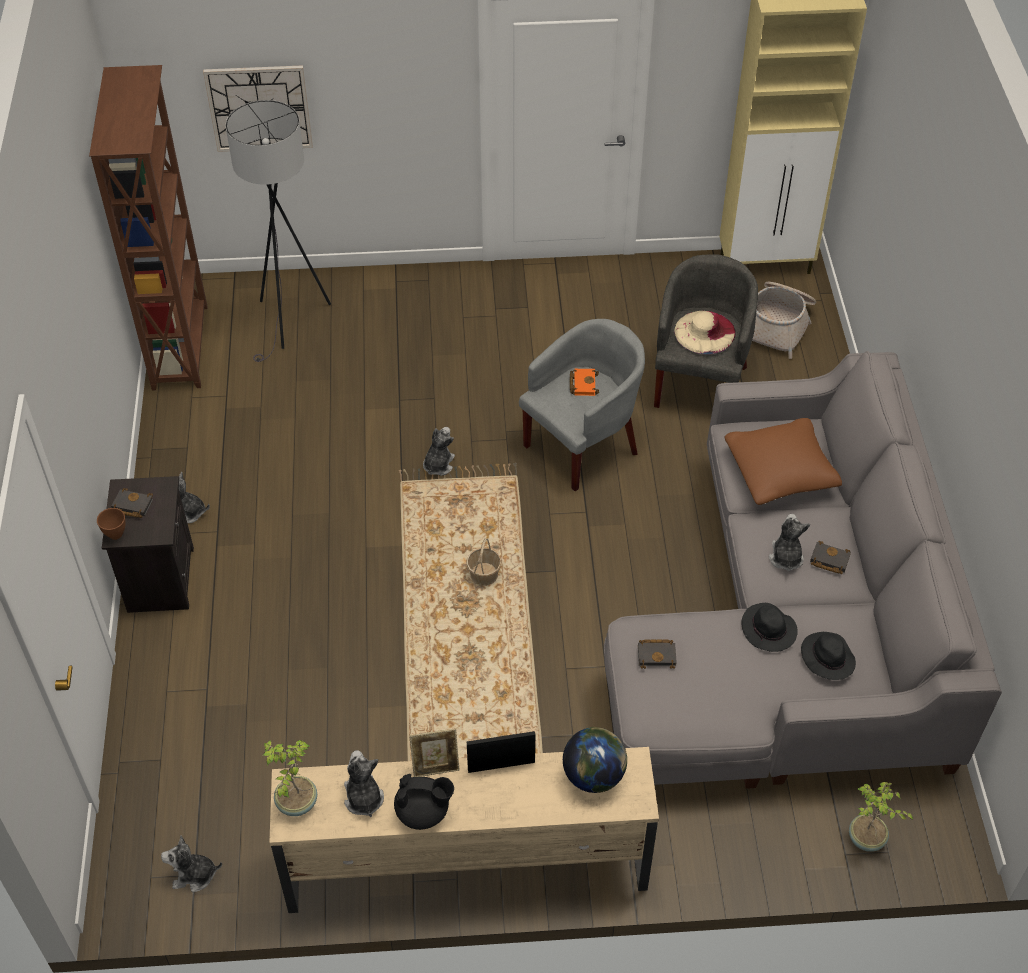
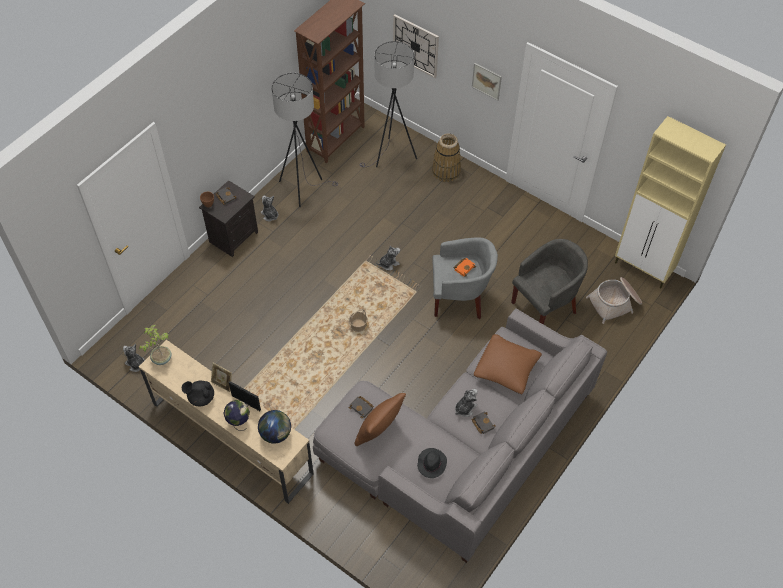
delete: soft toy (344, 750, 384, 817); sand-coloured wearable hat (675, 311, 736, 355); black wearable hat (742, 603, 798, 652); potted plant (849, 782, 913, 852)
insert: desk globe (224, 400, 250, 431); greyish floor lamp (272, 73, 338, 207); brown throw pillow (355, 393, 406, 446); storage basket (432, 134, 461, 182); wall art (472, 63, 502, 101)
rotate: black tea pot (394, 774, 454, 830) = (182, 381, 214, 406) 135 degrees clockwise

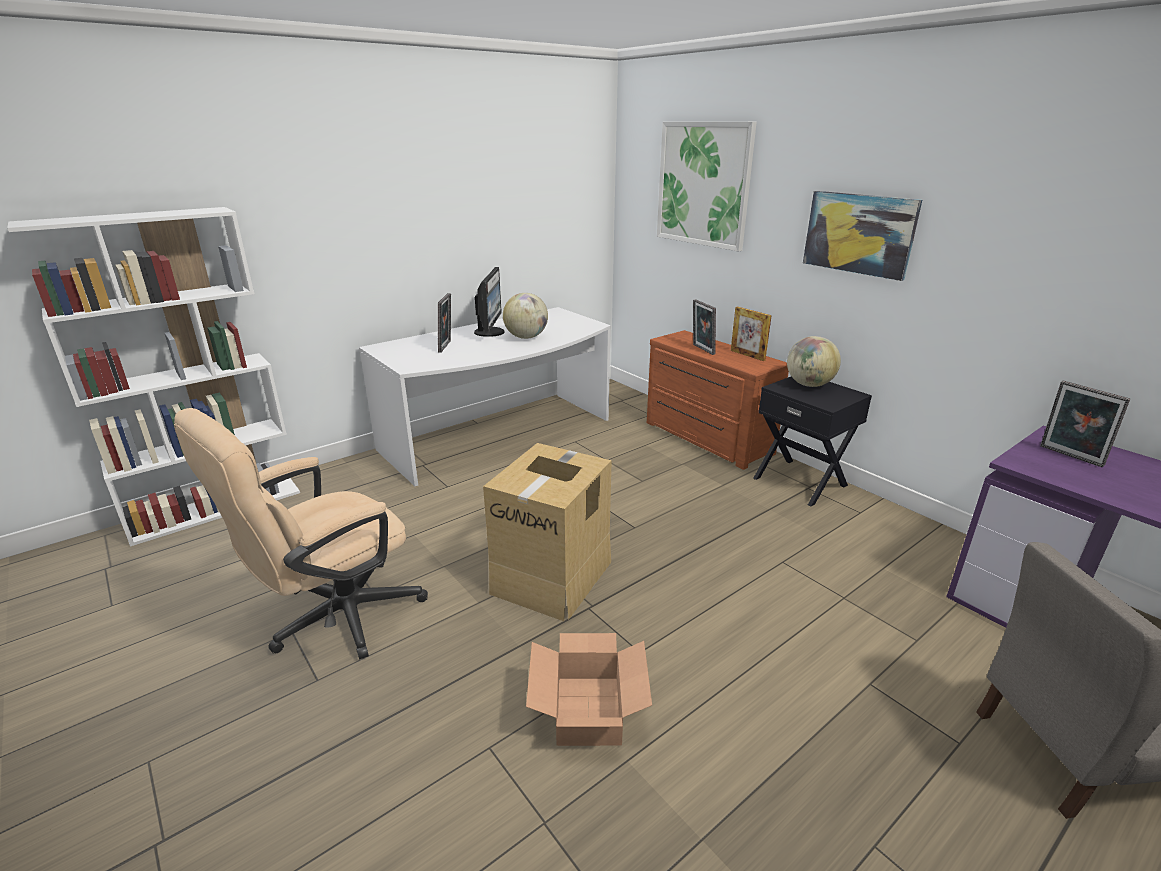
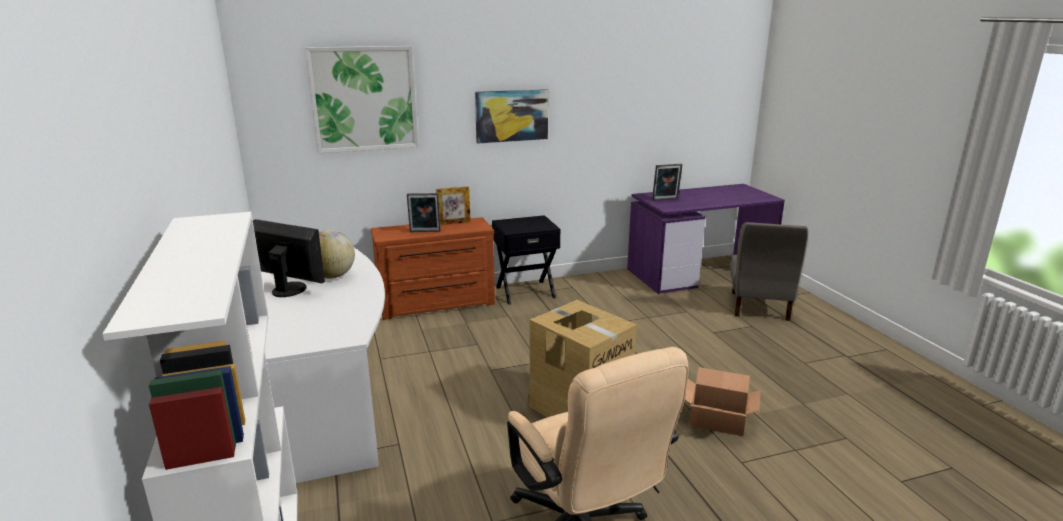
delete: picture frame (438, 293, 451, 353); desk globe (787, 336, 841, 387)

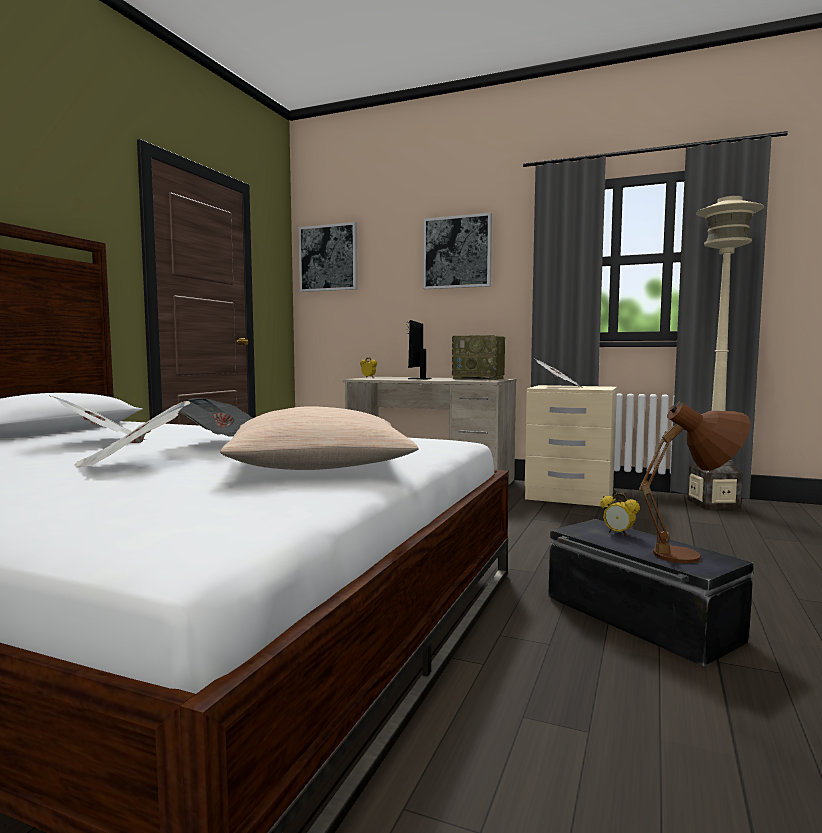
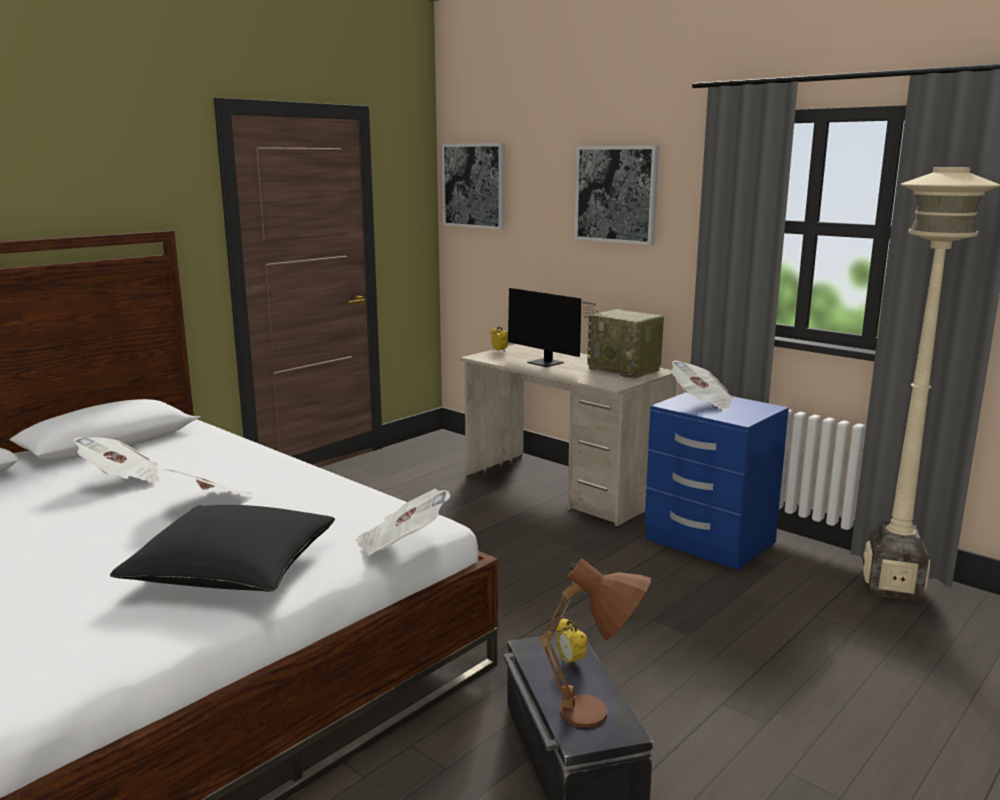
move: printed paper (74, 401, 190, 468) to (356, 489, 450, 556)
recolor: sand-coloured throw pillow (220, 406, 419, 470) to black throw pillow (110, 505, 335, 592); sand-coloured nightstand (525, 385, 617, 507) to blue-coloured nightstand (644, 392, 789, 570)
rotate: computer display (405, 320, 431, 379) = (507, 288, 607, 367) 75 degrees counterclockwise

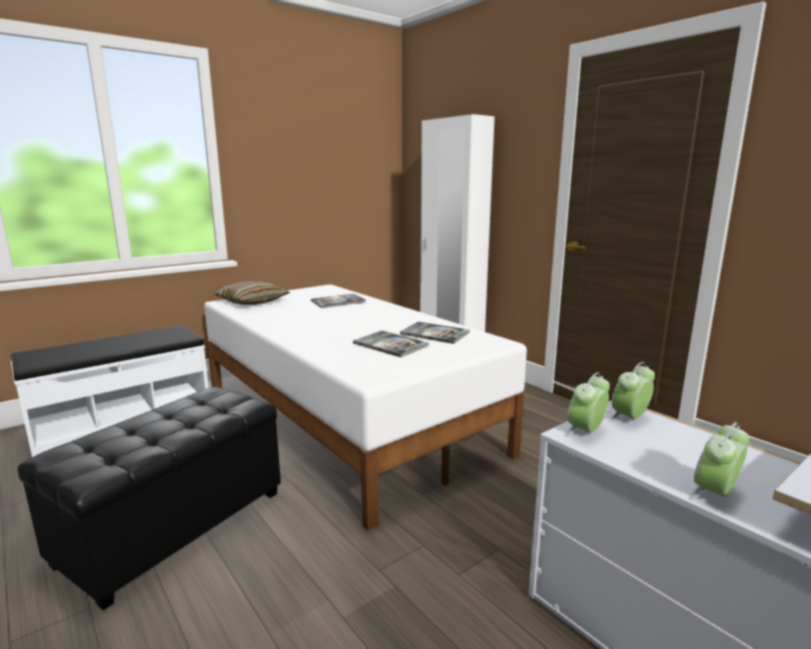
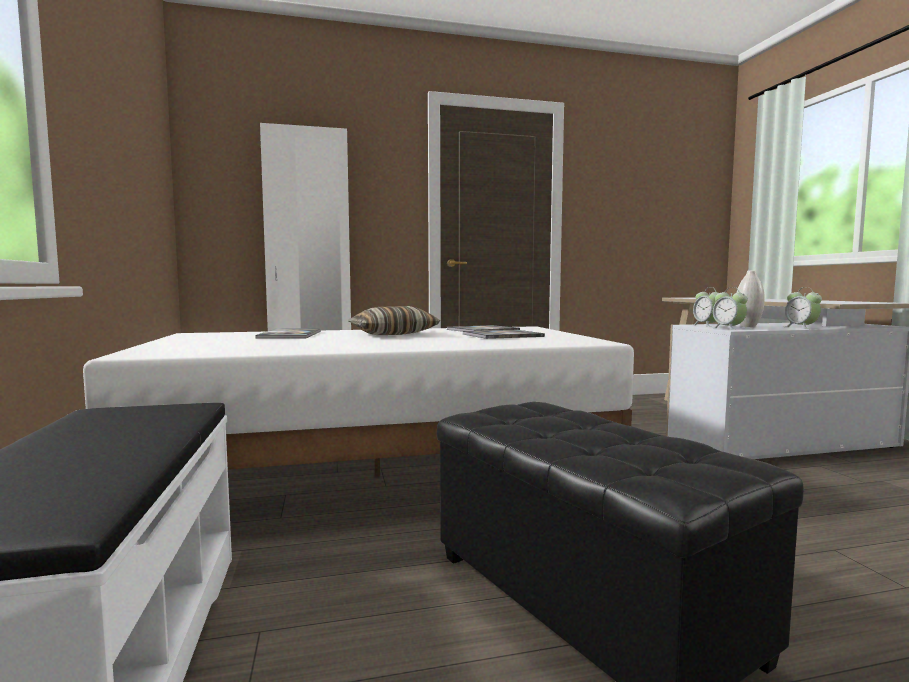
insert: white-coloured vase (737, 270, 764, 327)
move: throw pillow (214, 281, 290, 305) to (348, 306, 440, 335)

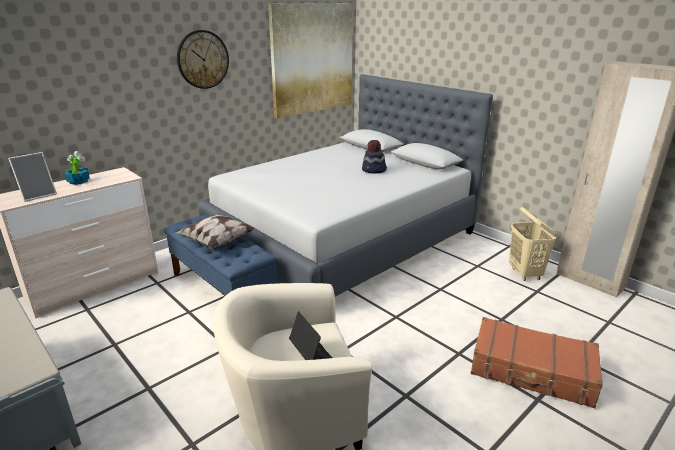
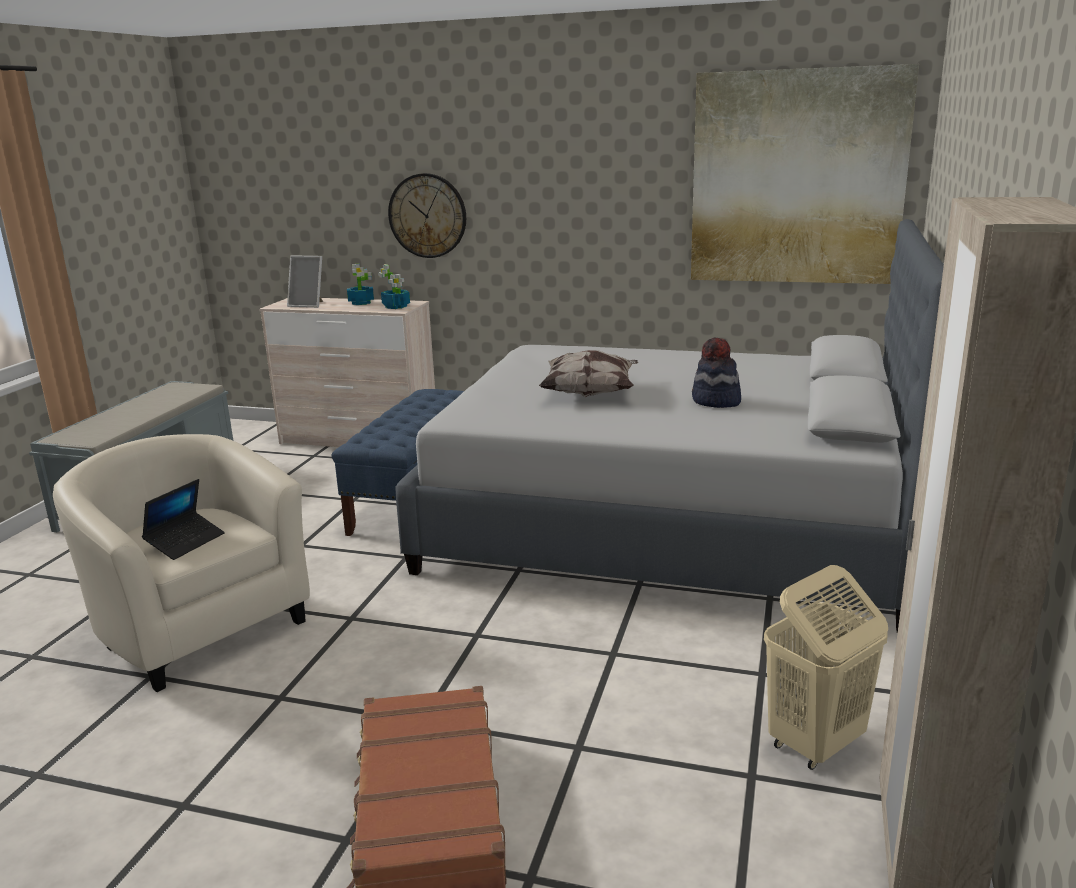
insert: potted plant (378, 264, 410, 309)
move: throw pillow (176, 214, 255, 249) to (539, 350, 638, 397); clock on the wall (177, 30, 229, 89) to (388, 173, 466, 258)

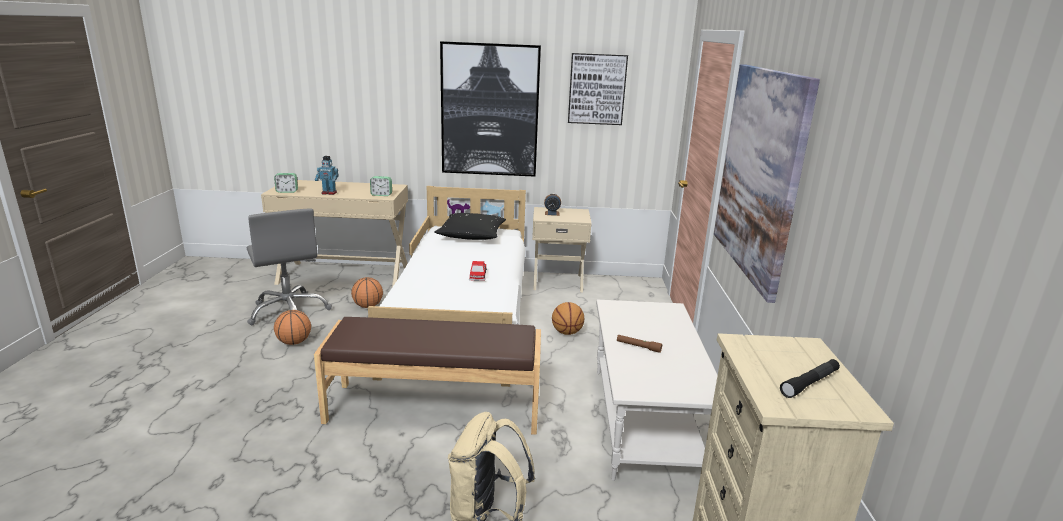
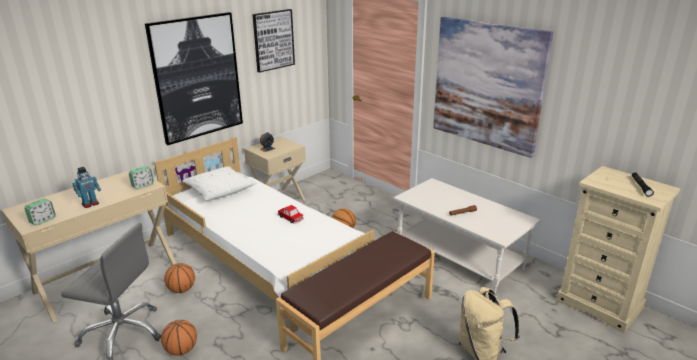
recolor: black throw pillow (434, 213, 506, 240) to white-coloured throw pillow (182, 166, 256, 200)

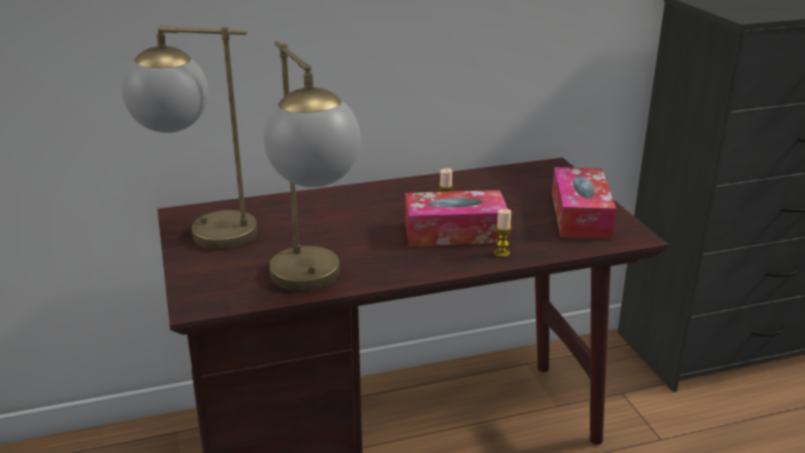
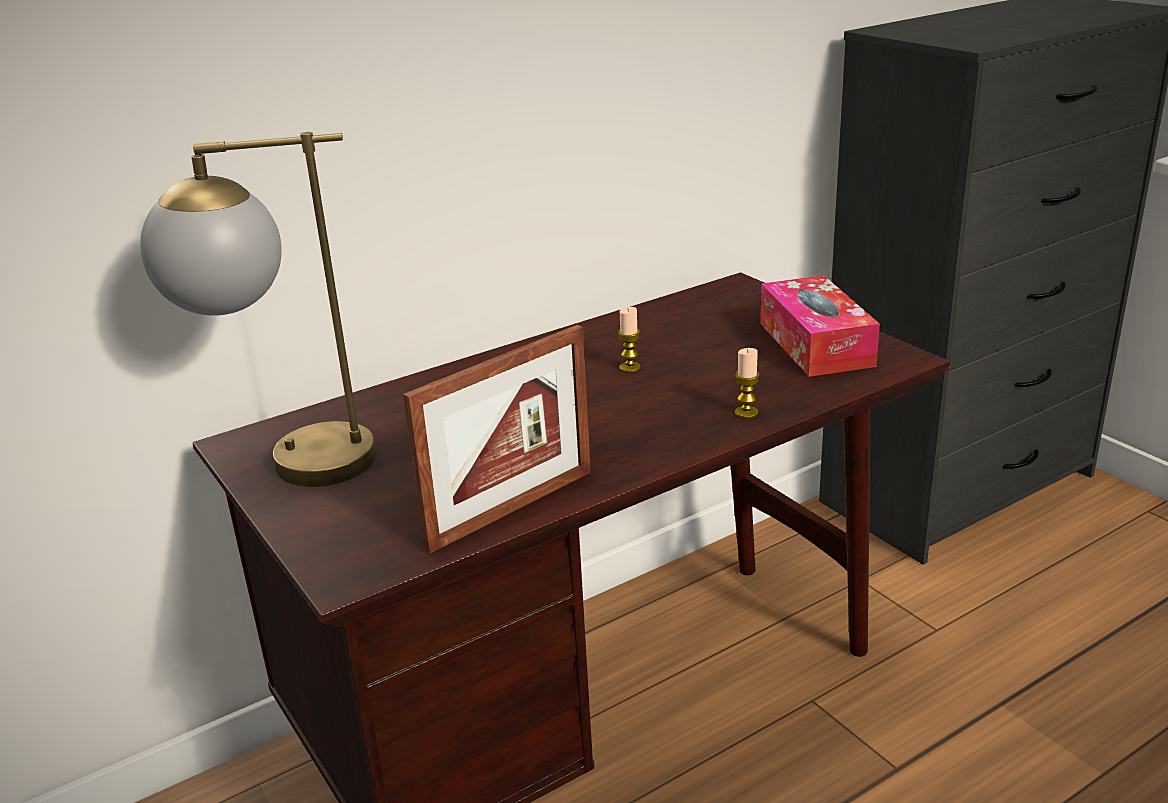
delete: box of tissues (405, 190, 508, 246)
replace: table lamp (264, 41, 361, 291) to picture frame (403, 325, 591, 553)

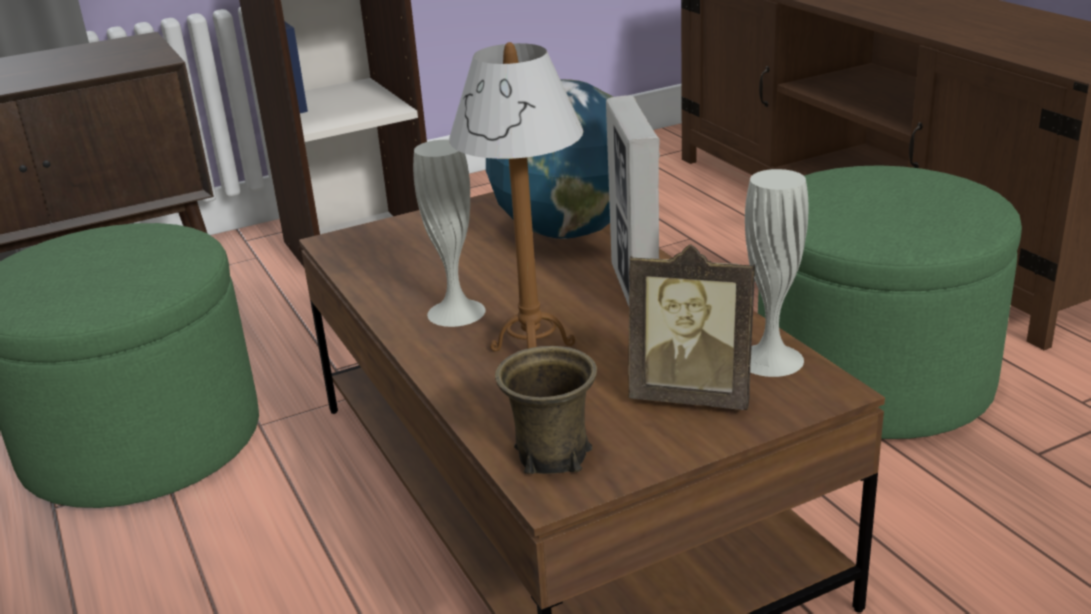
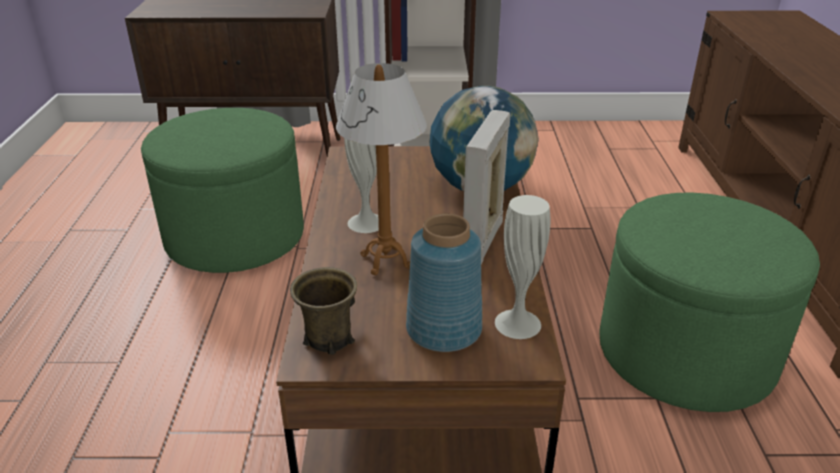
replace: picture frame (628, 244, 755, 410) to blue-coloured vase (406, 213, 482, 352)

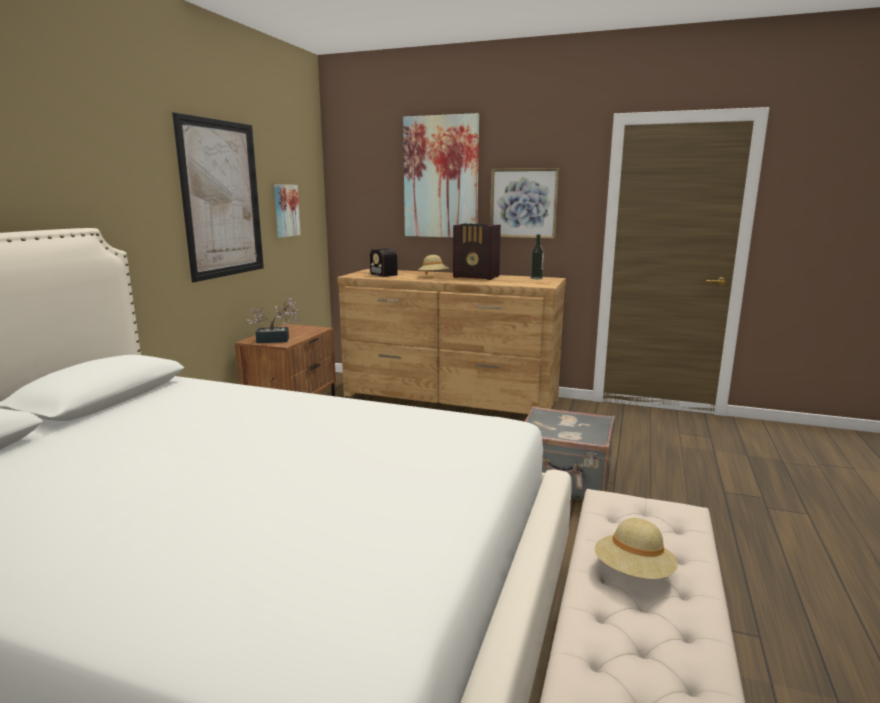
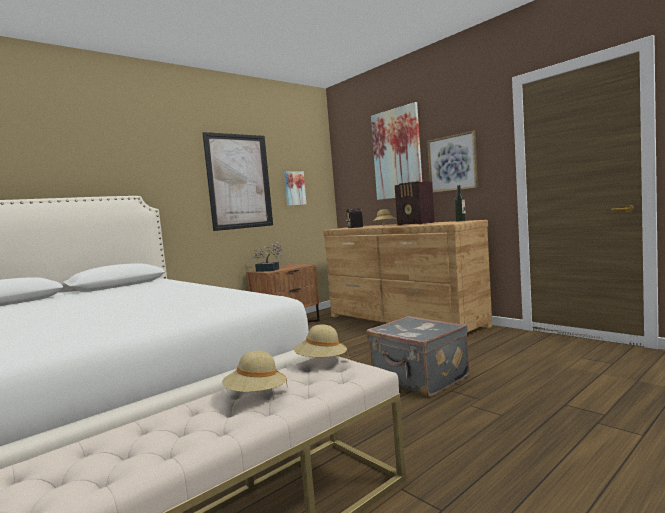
insert: sand-coloured wearable hat (294, 324, 348, 357)

